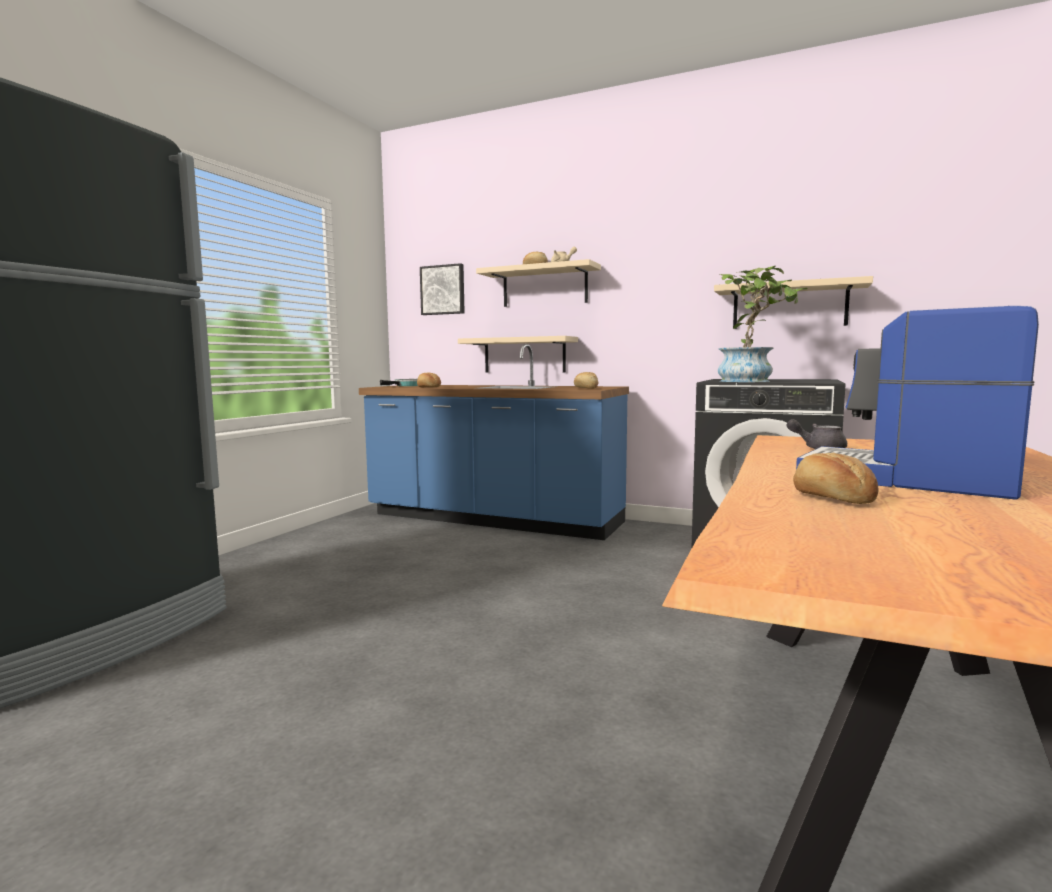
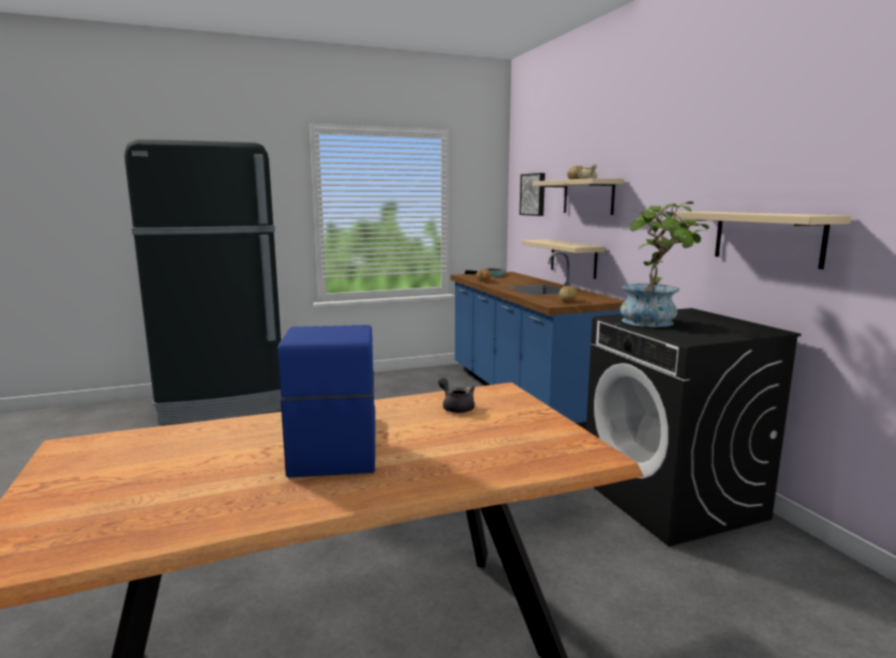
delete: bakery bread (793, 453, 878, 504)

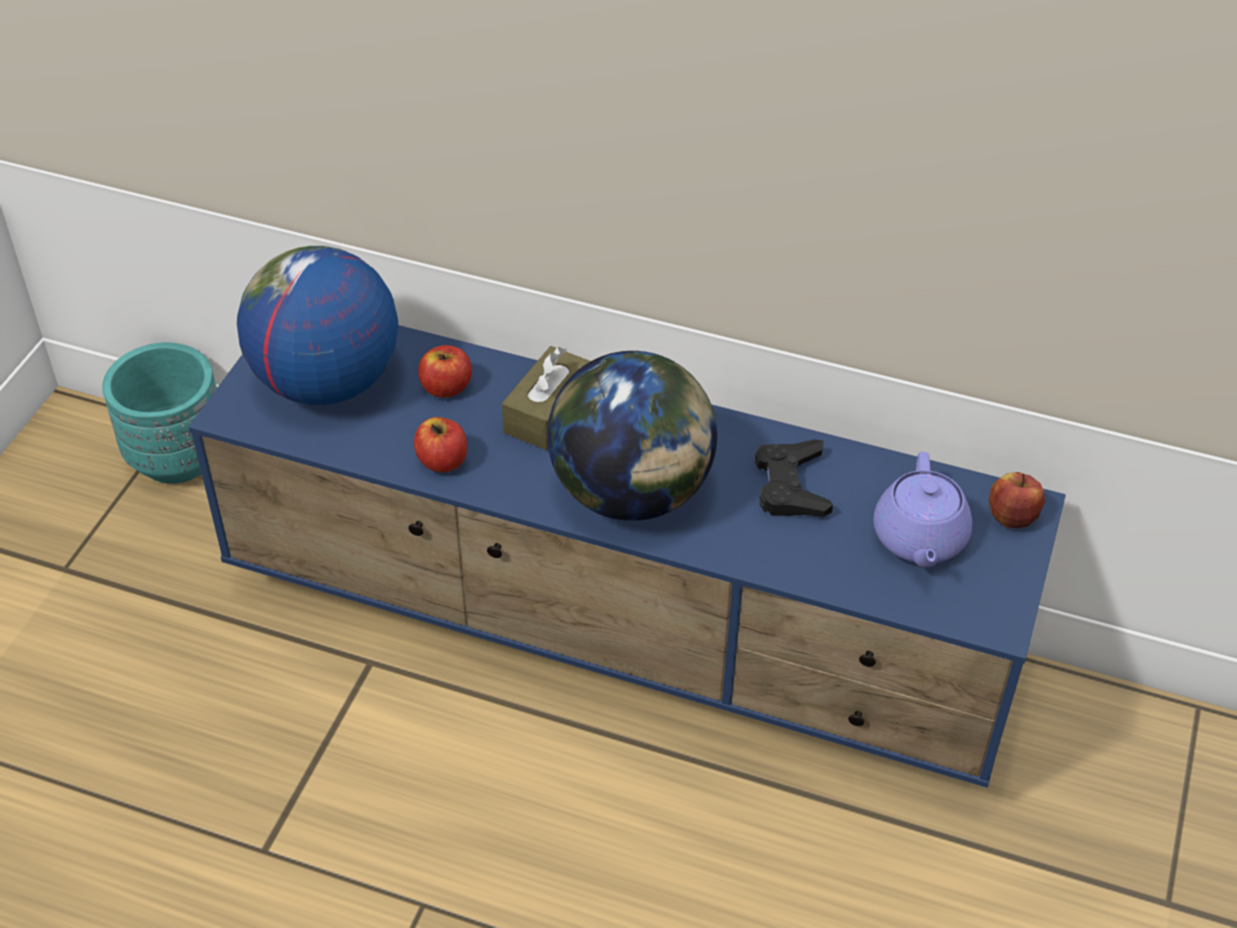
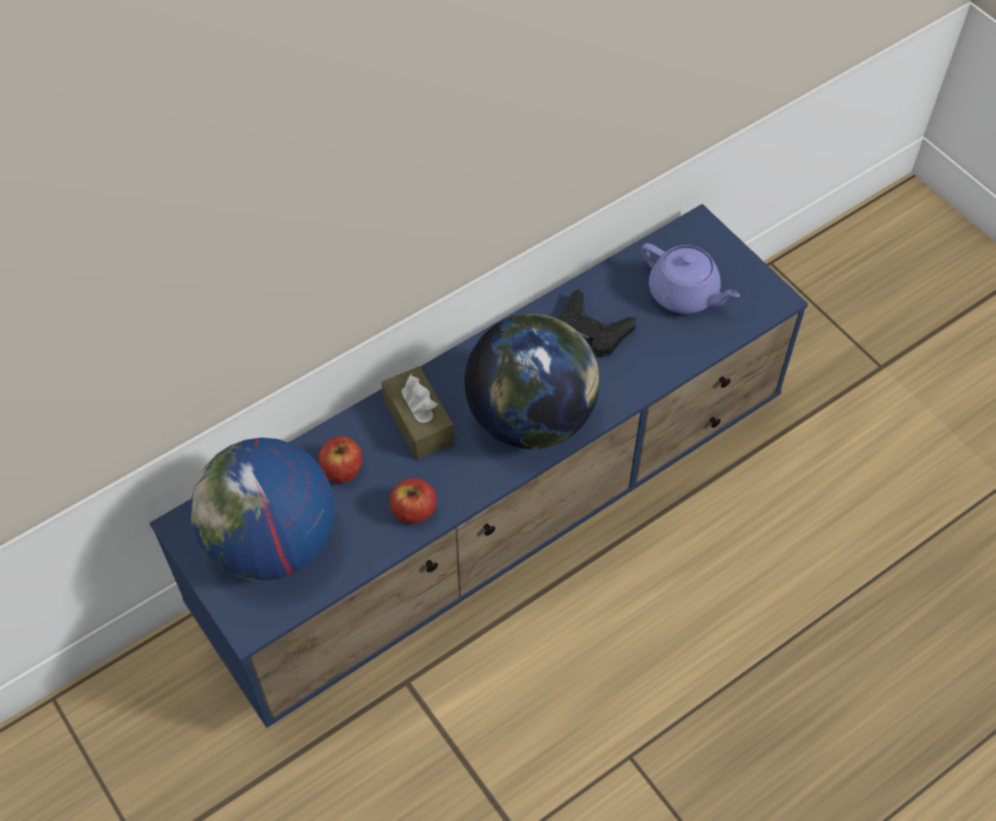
delete: turquoise planter (102, 342, 217, 484); whole apple (989, 472, 1045, 528)

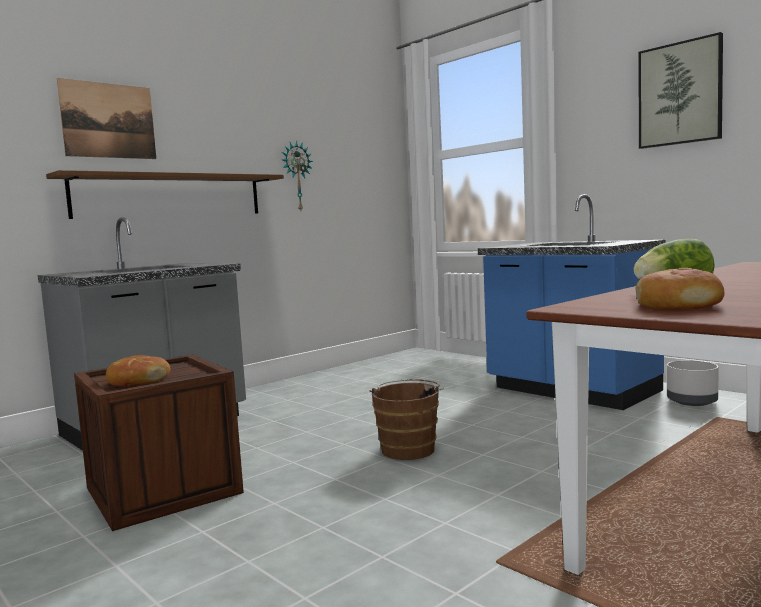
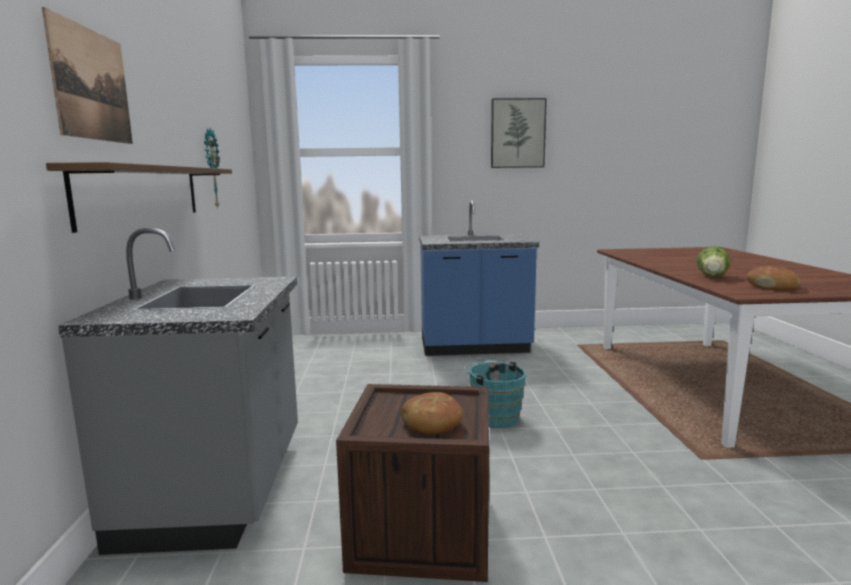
delete: greyish planter (667, 360, 719, 406)
recolor: brown pail (370, 379, 444, 460) to turquoise pail (464, 359, 526, 428)

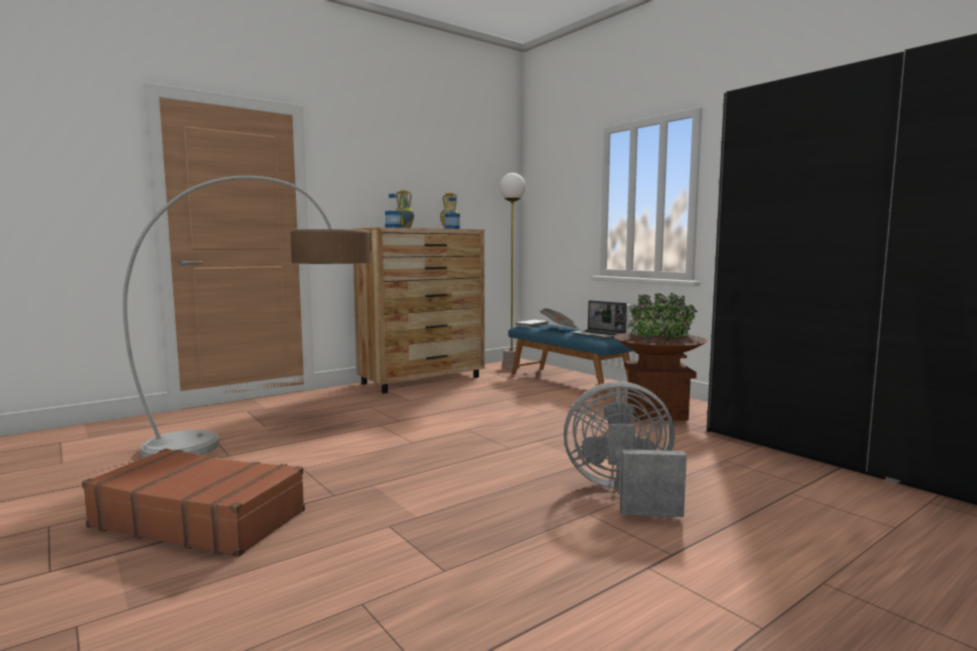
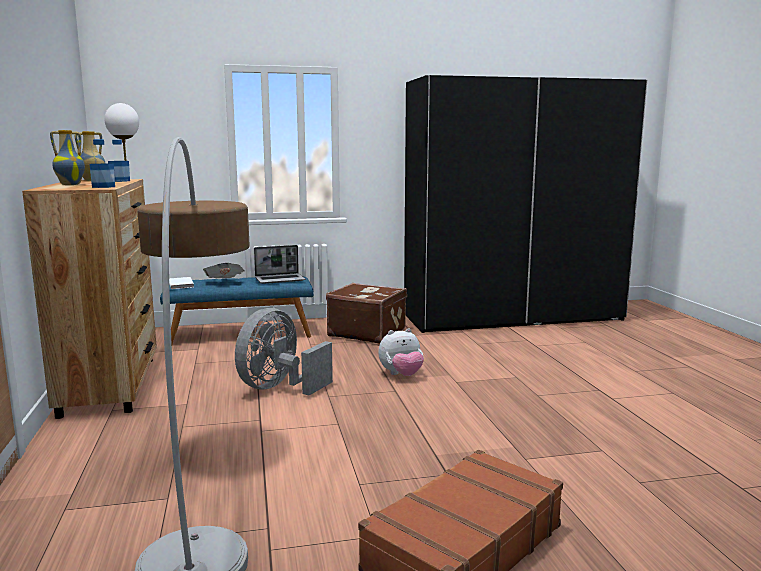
insert: soft toy (378, 328, 424, 376)
move: greyish cooling fan (564, 381, 687, 517) to (235, 308, 333, 395)
replace: brown planter (614, 293, 707, 421) to brown travel case (326, 283, 407, 344)

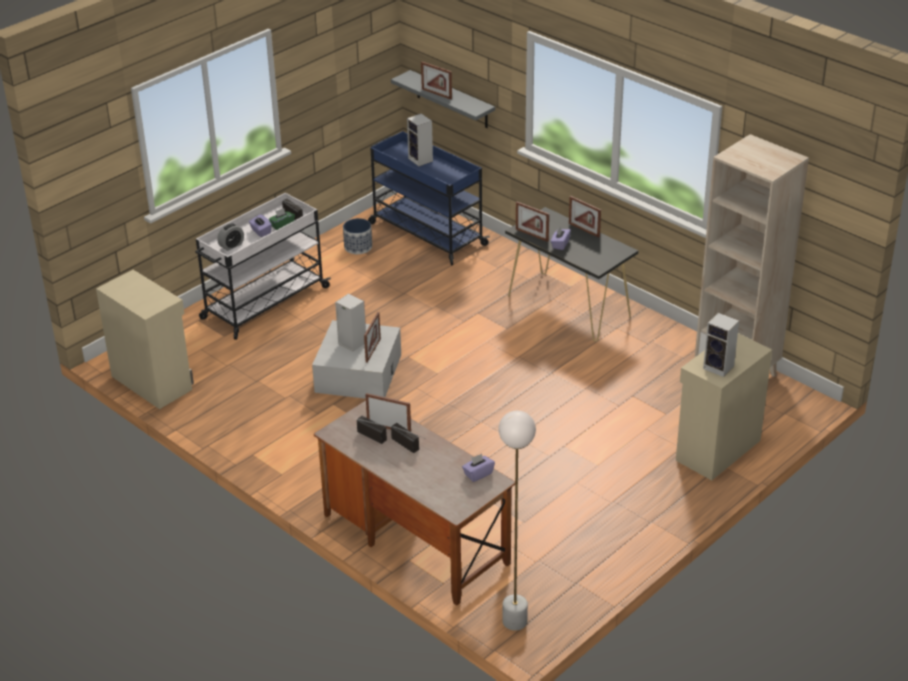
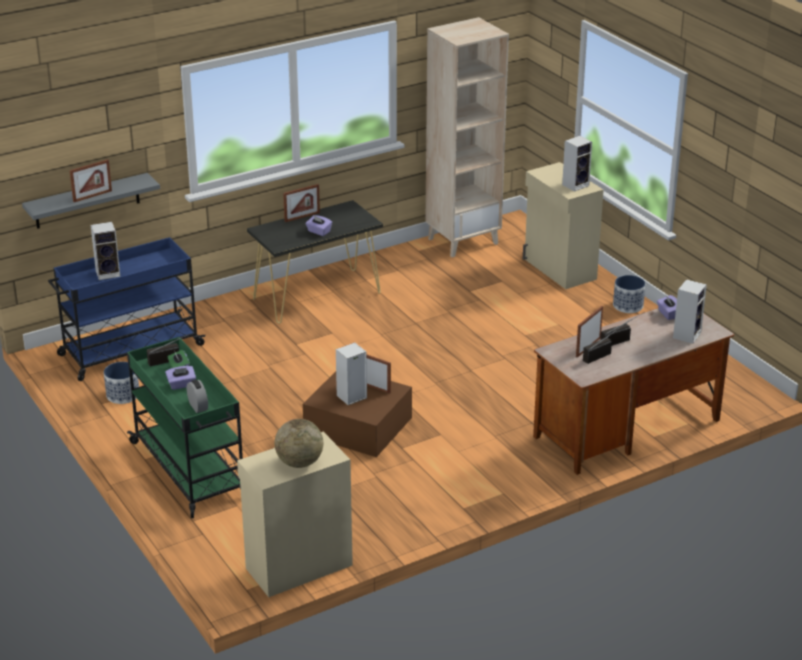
delete: white-coloured floor lamp (498, 410, 536, 631); picture frame (516, 202, 549, 242)
insert: desk globe (275, 419, 323, 468); planter (613, 275, 645, 313); loudspeaker (673, 279, 707, 344)
recolor: white-coloured trolley (195, 193, 331, 340) to greenish trolley (127, 337, 243, 518); white-coloured storage box (312, 320, 401, 399) to brown storage box (303, 371, 412, 457)

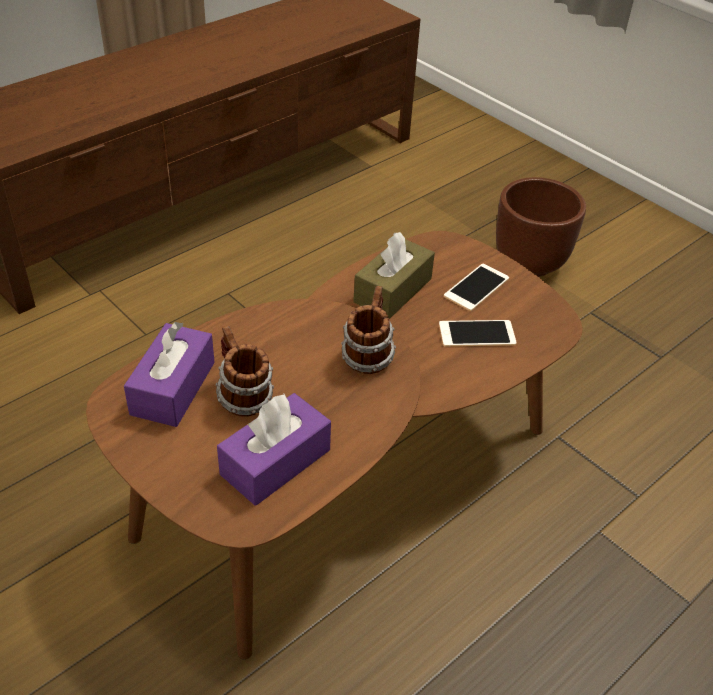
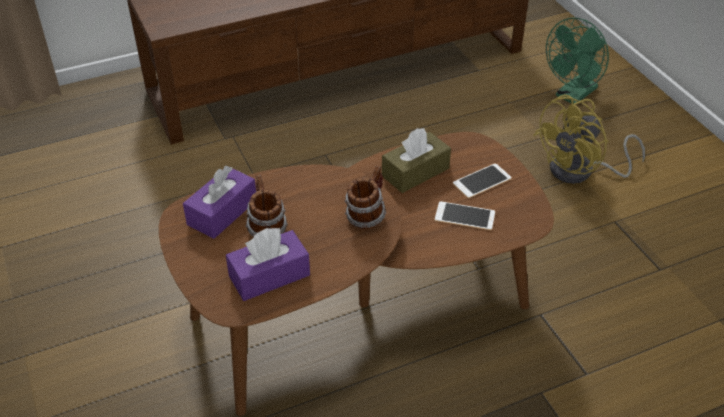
insert: greenish cooling fan (546, 17, 609, 104)
replace: brown planter (496, 177, 586, 277) to yellowish cooling fan (533, 94, 645, 184)

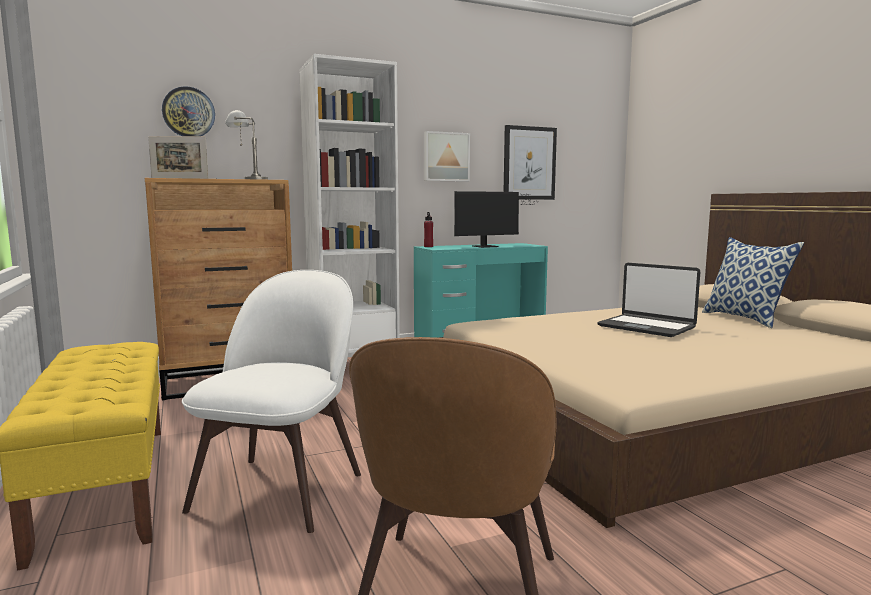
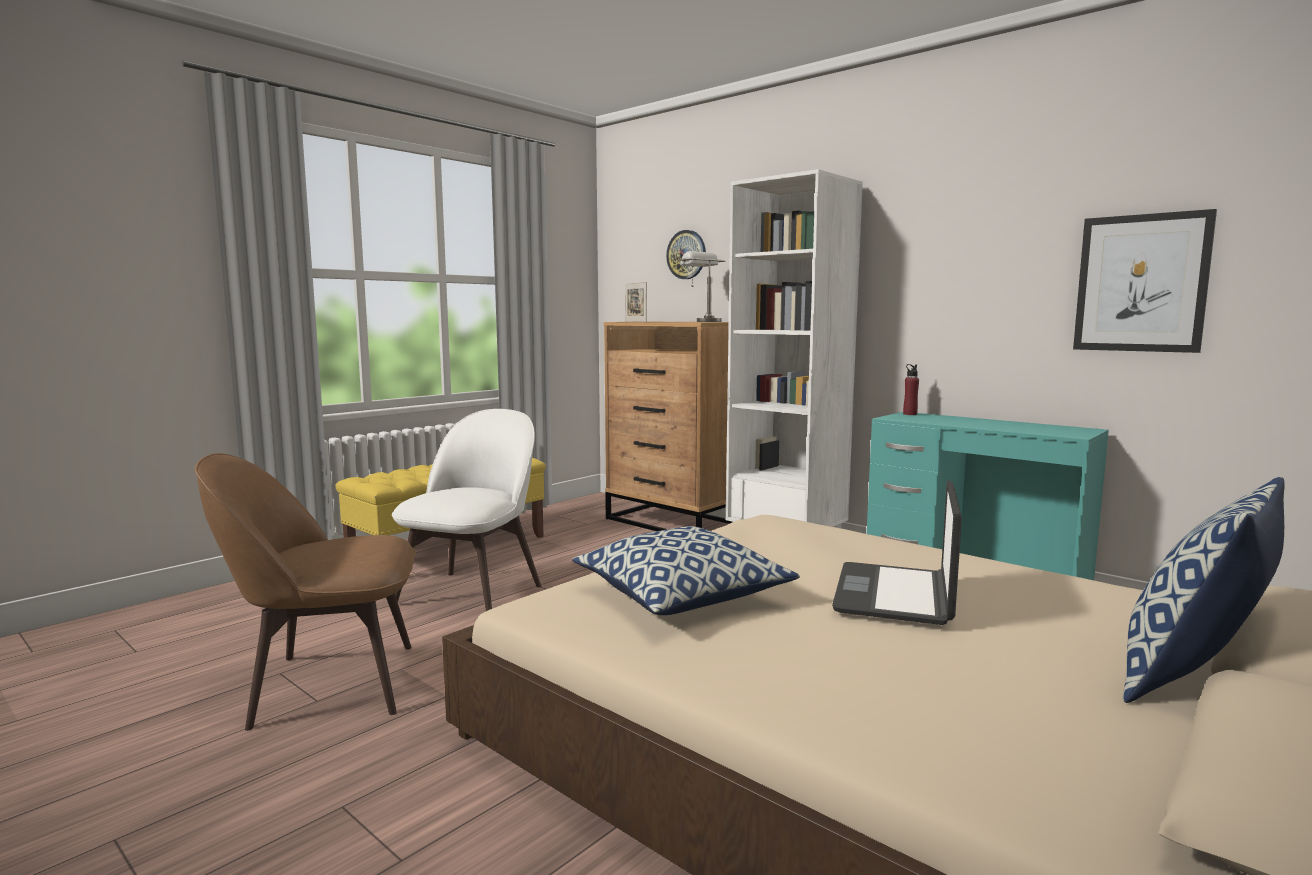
delete: wall art (424, 131, 470, 182); computer display (454, 191, 537, 248)
insert: throw pillow (572, 526, 800, 615)
rotate: white-coloured upright chair (182, 270, 361, 533) = (392, 409, 541, 611) 60 degrees counterclockwise

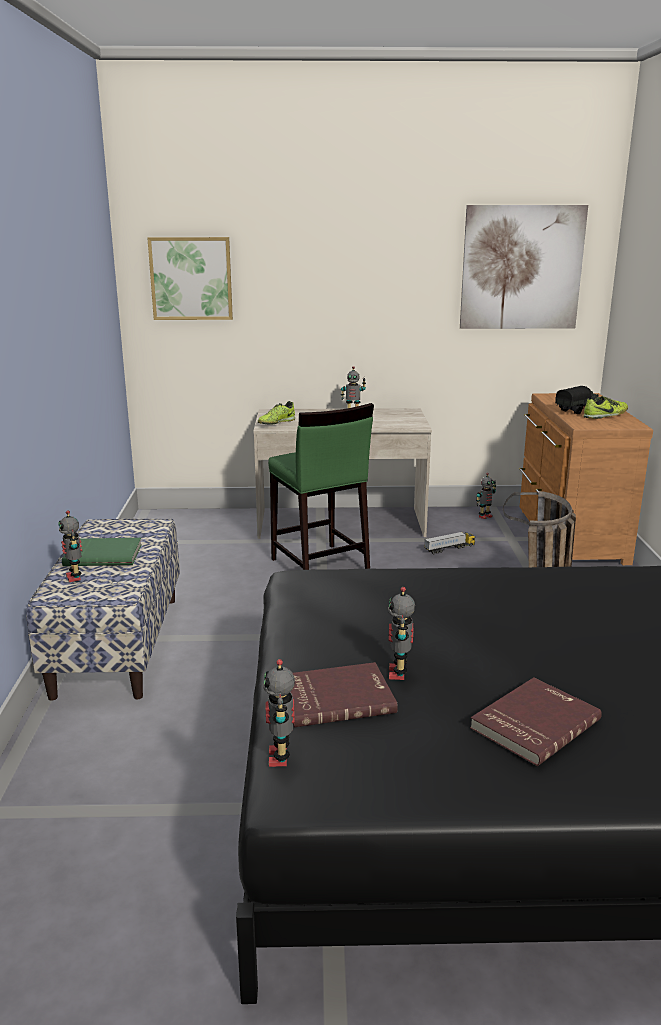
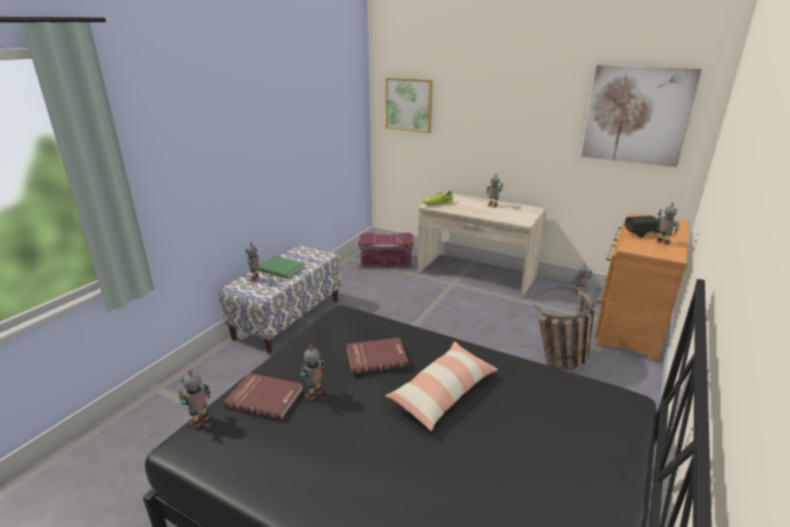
delete: greenish stool seat (268, 403, 374, 570); toy lorry (424, 532, 475, 554)
insert: red storage box (358, 233, 414, 269); throw pillow (385, 341, 498, 431)
move: red book (470, 677, 602, 766) to (346, 338, 409, 374)
replace: item of footwear (583, 396, 628, 419) to toy robot (657, 203, 679, 245)

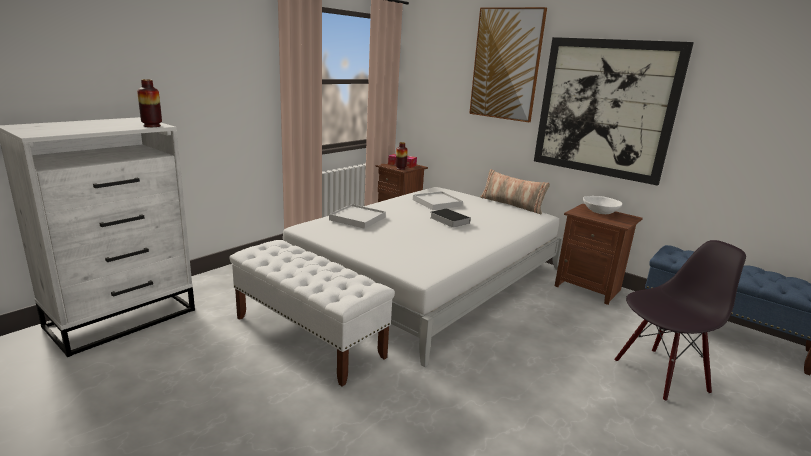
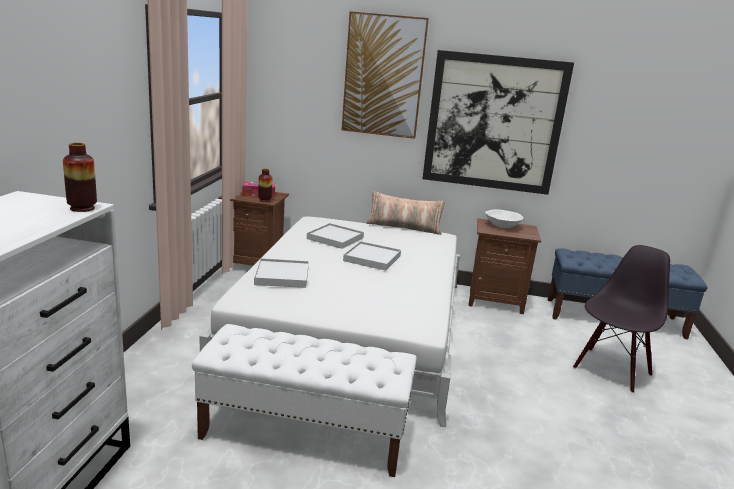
replace: book (430, 208, 471, 228) to white-coloured carrying tray (343, 241, 401, 271)

